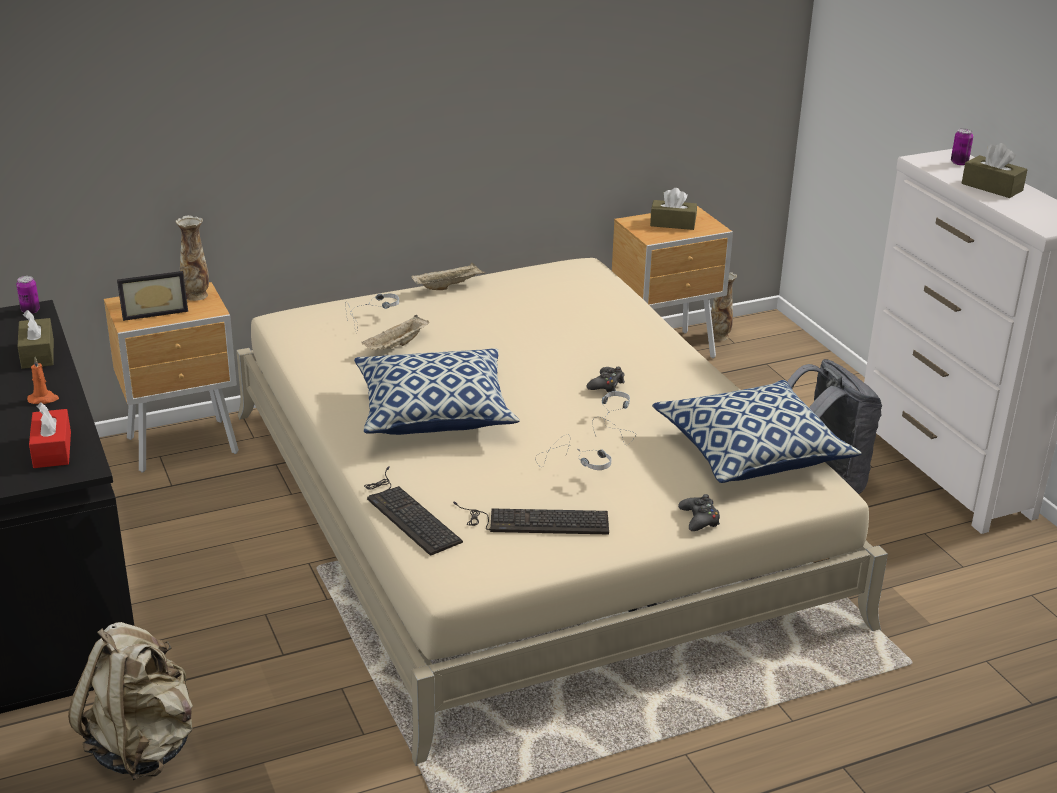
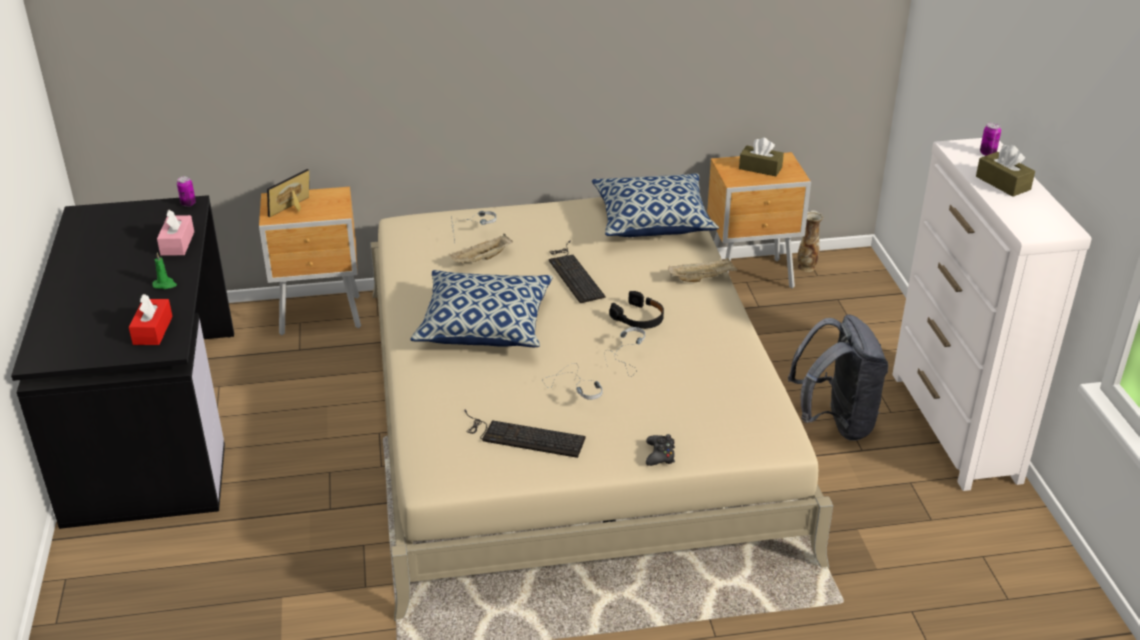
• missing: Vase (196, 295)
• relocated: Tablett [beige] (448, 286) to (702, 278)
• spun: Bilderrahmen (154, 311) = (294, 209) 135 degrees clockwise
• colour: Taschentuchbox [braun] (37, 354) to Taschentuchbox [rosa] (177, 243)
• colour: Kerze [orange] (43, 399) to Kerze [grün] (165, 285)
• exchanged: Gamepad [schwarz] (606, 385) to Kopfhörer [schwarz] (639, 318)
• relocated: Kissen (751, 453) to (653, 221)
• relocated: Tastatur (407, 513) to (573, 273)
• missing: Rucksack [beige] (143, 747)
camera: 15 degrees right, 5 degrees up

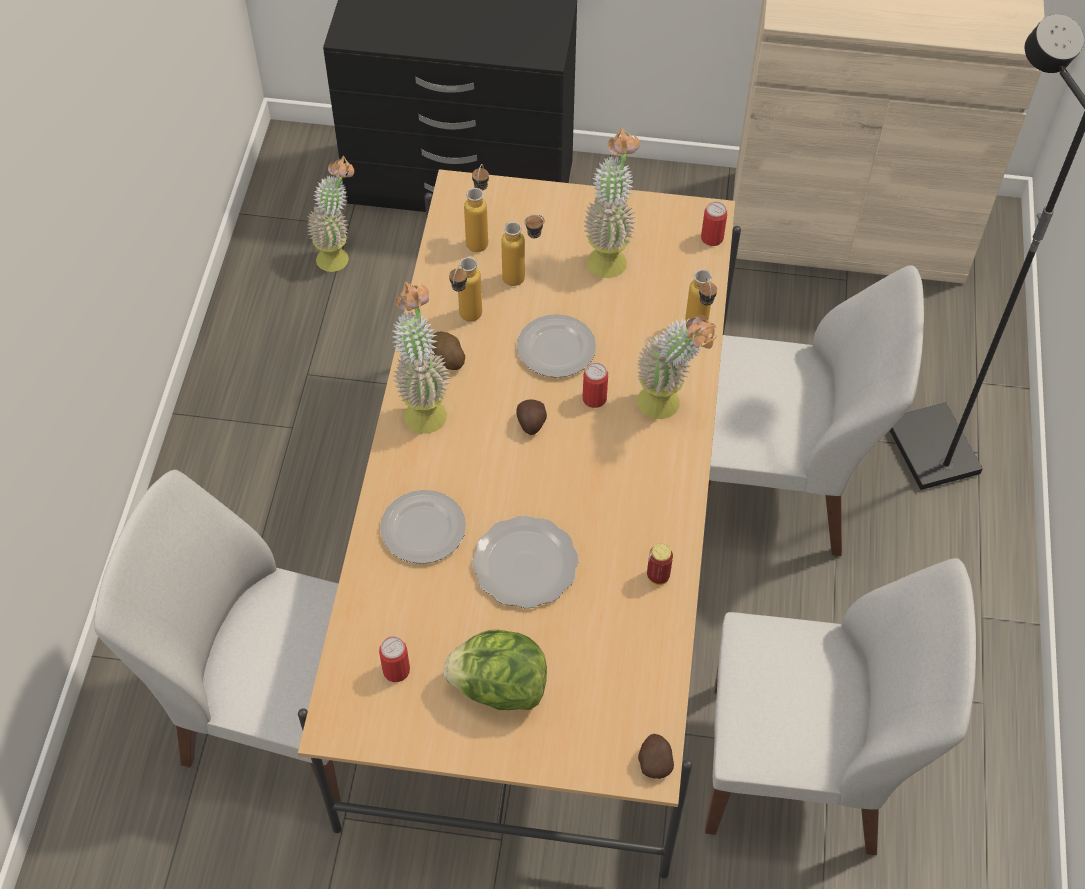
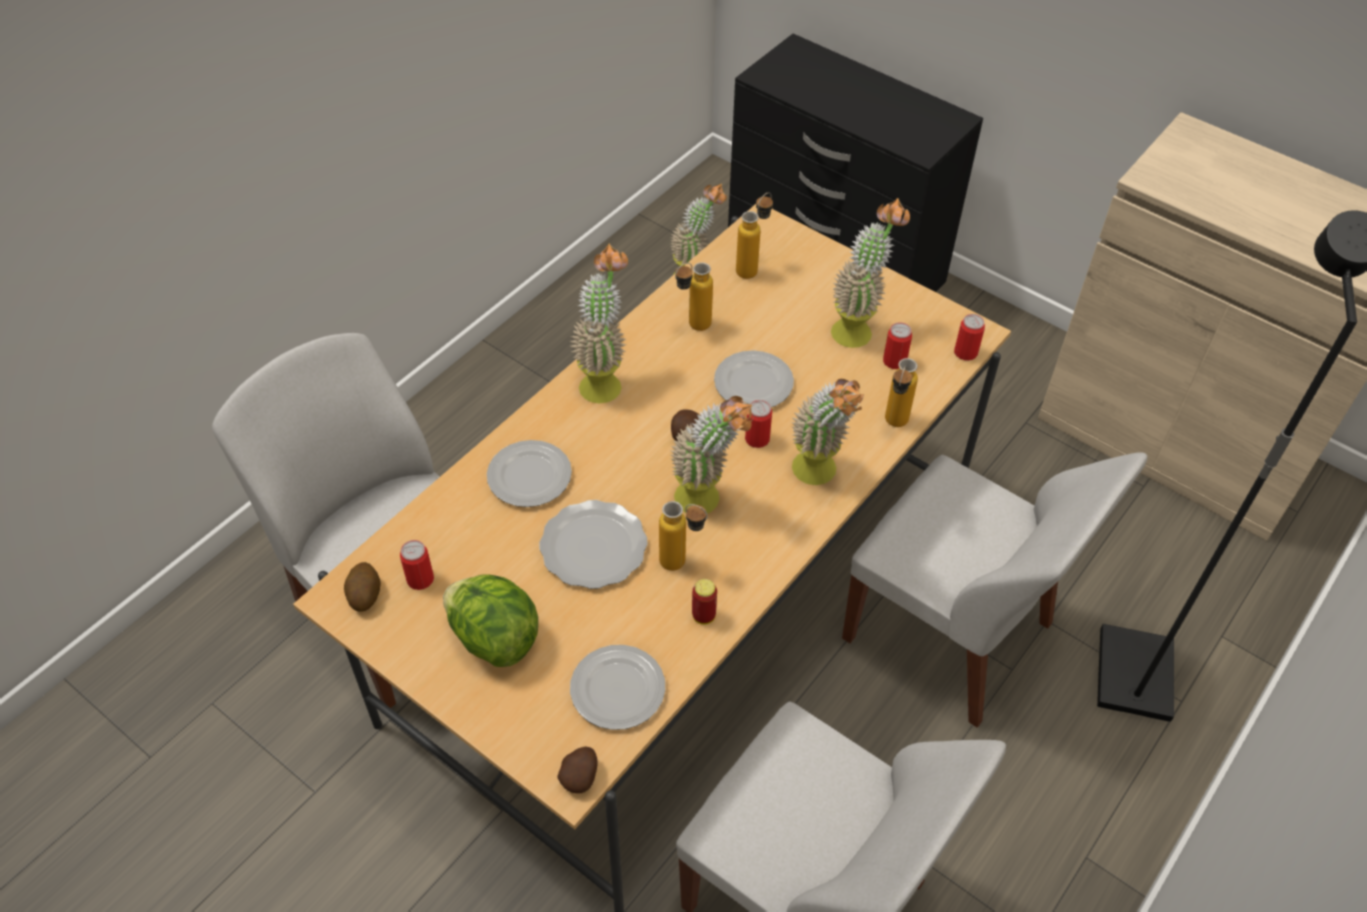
• relocated: Flasche (523, 277) to (682, 564)
• relocated: Kartoffel (447, 358) to (364, 594)
• appeared: Dose (894, 361)
• appeared: Topfpflanze (708, 502)
• appeared: Teller (616, 690)
camera: 30 degrees right, 5 degrees down

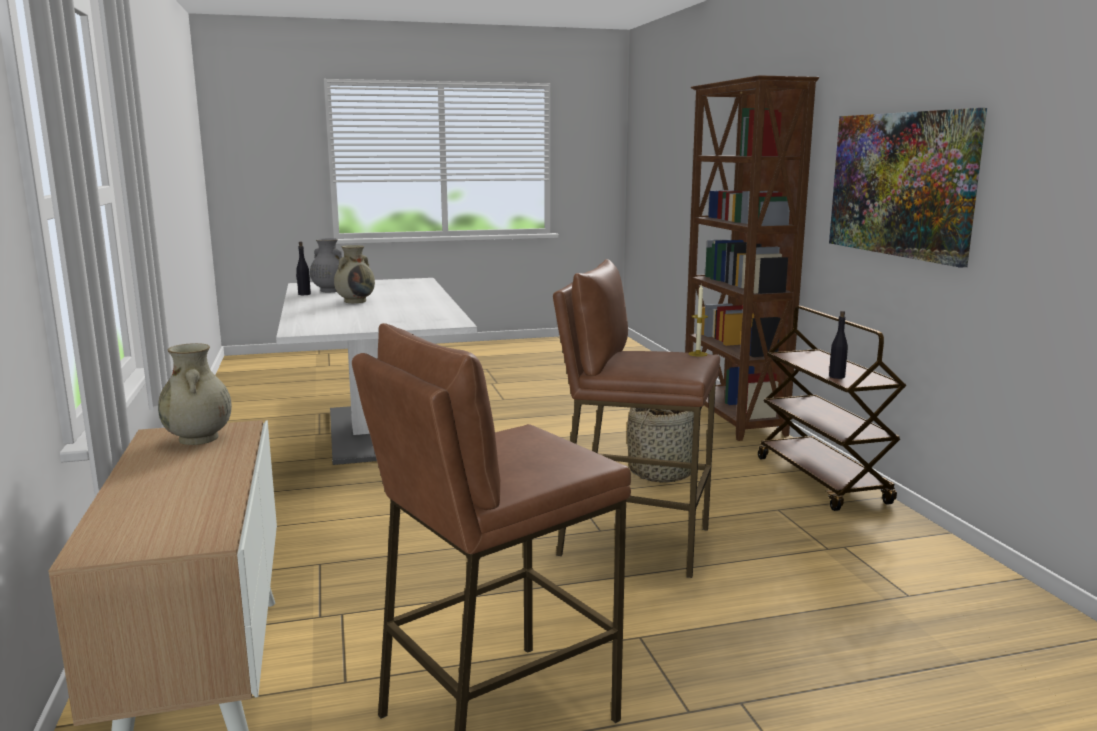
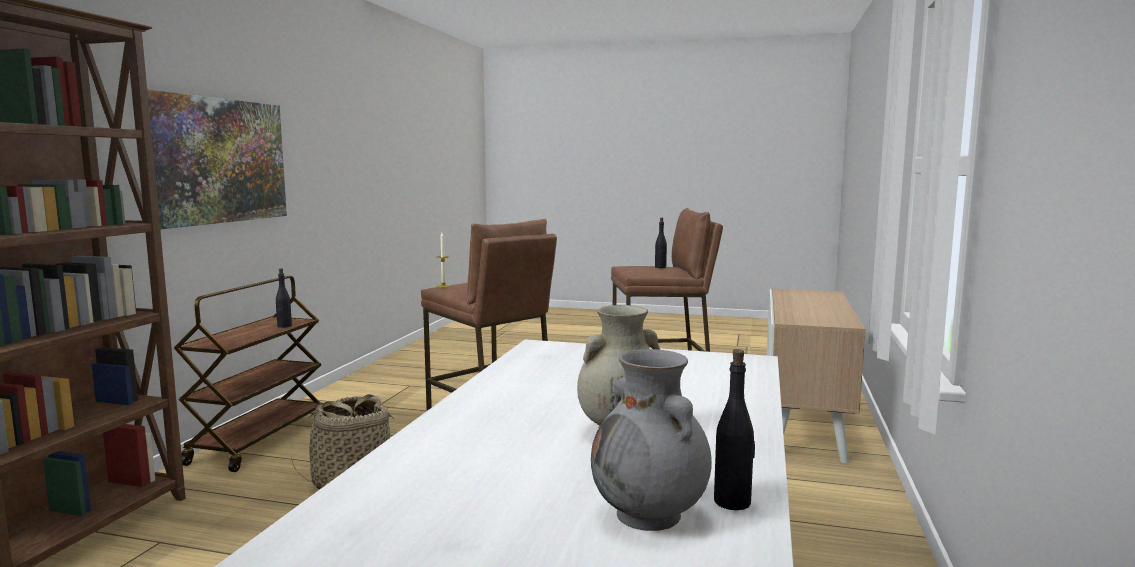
• missing: Vase [beige] (199, 439)
• appeared: Flasche [schwarz] (660, 267)
camera: 150 degrees left, 5 degrees down

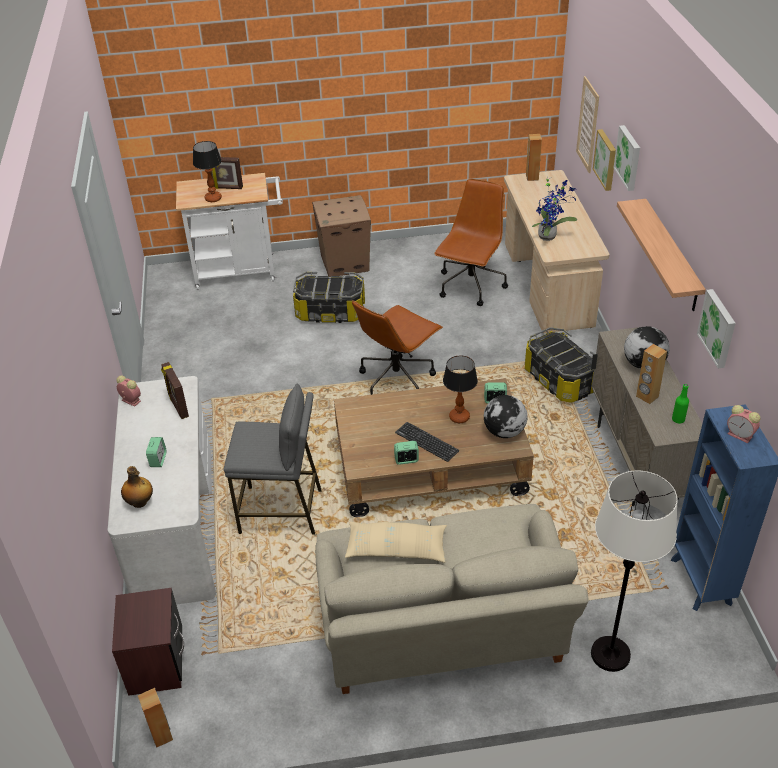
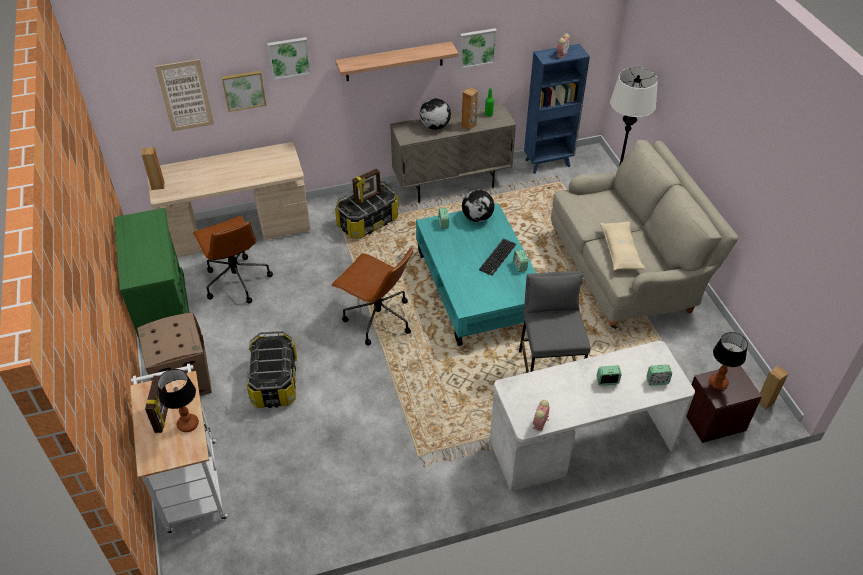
• missing: Topfpflanze (549, 236)
• spun: Bürostuhl [braun] (470, 286) = (236, 280) 135 degrees counterclockwise
• relocated: Tischlampe (459, 417) to (718, 383)
• relocated: Bilderrahmen (178, 406) to (367, 198)
• colour: Couchtisch [braun] (430, 467) to Couchtisch [türkis] (478, 288)
• exchanged: Flasche (140, 502) to Wecker (657, 381)
• appeared: Kommode [grün] (165, 312)
camera: 100 degrees left, 5 degrees up

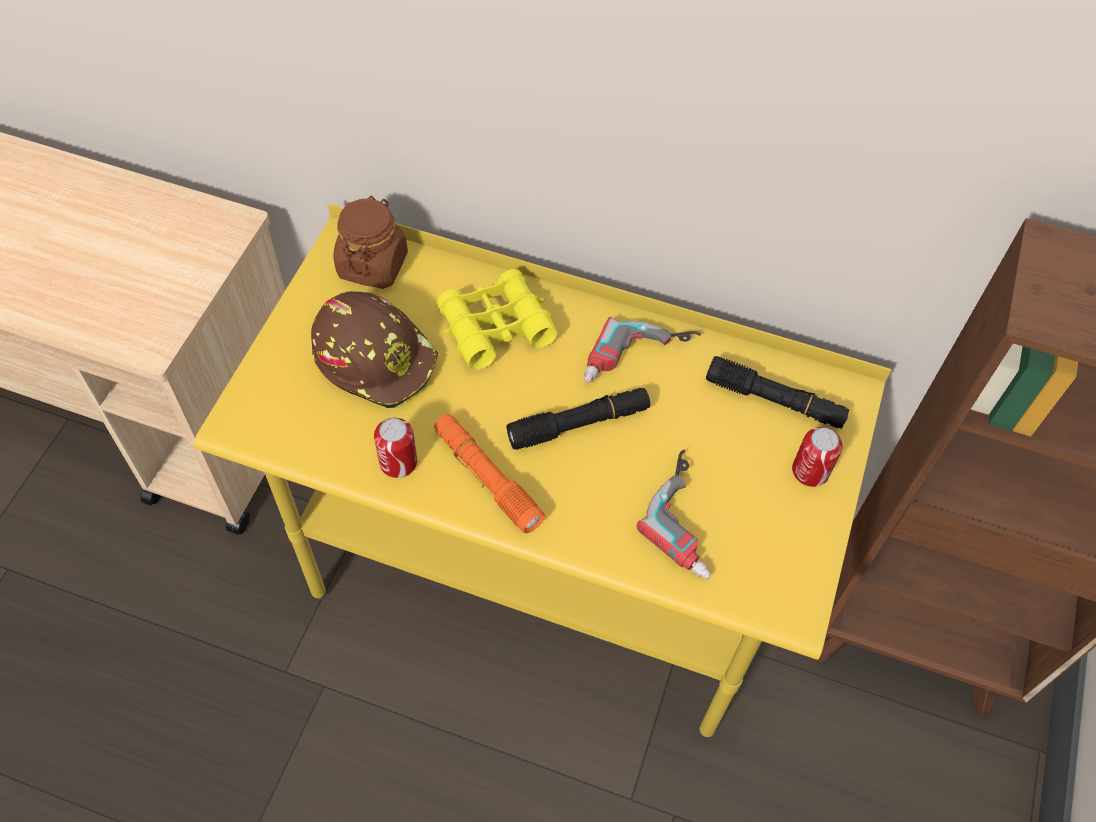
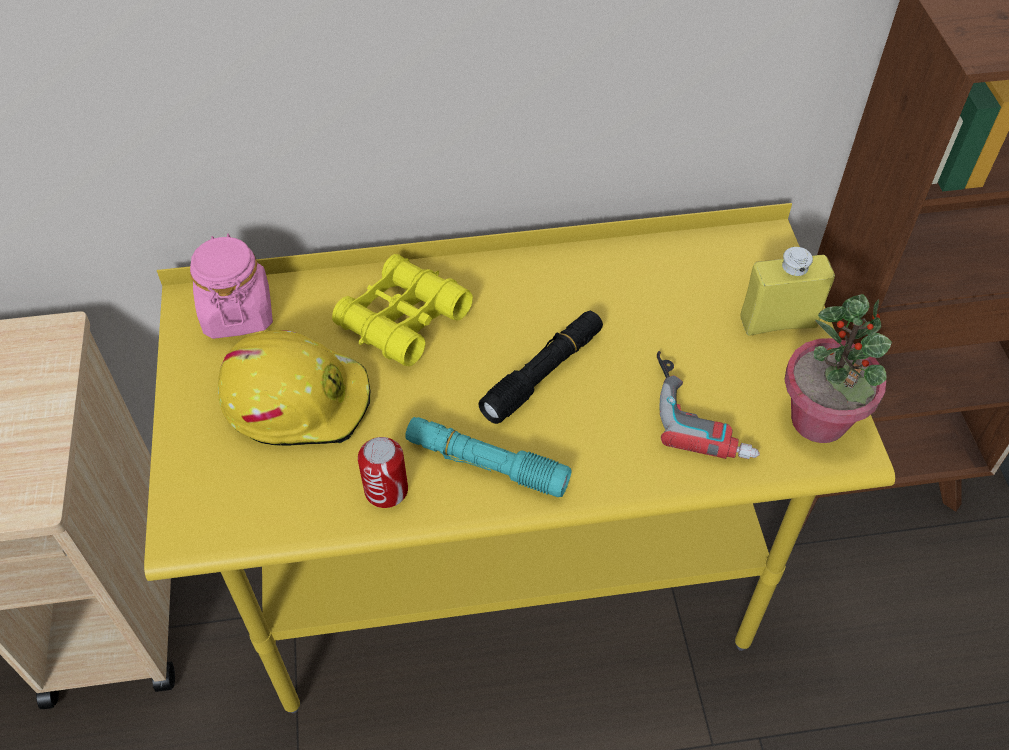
• colour: Vorratsglas [braun] (372, 264) to Vorratsglas [rosa] (237, 312)
• colour: Schutzhelm [braun] (376, 357) to Schutzhelm [gelb] (297, 399)
• missing: Bohrmaschine (639, 361)
• missing: Taschenlampe [schwarz] (774, 401)
• colour: Taschenlampe [orange] (487, 478) to Taschenlampe [türkis] (486, 464)
• exchanged: Dose (810, 471) to Flasche [gelb] (778, 321)
• appeared: Topfpflanze (819, 420)
camera: 25 degrees left, 5 degrees down

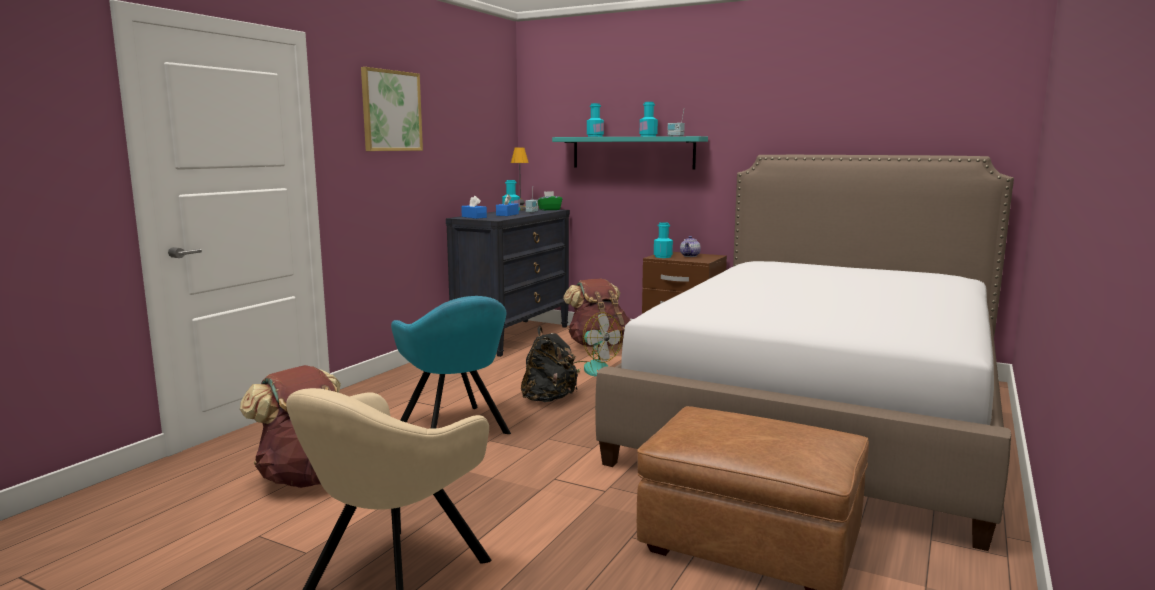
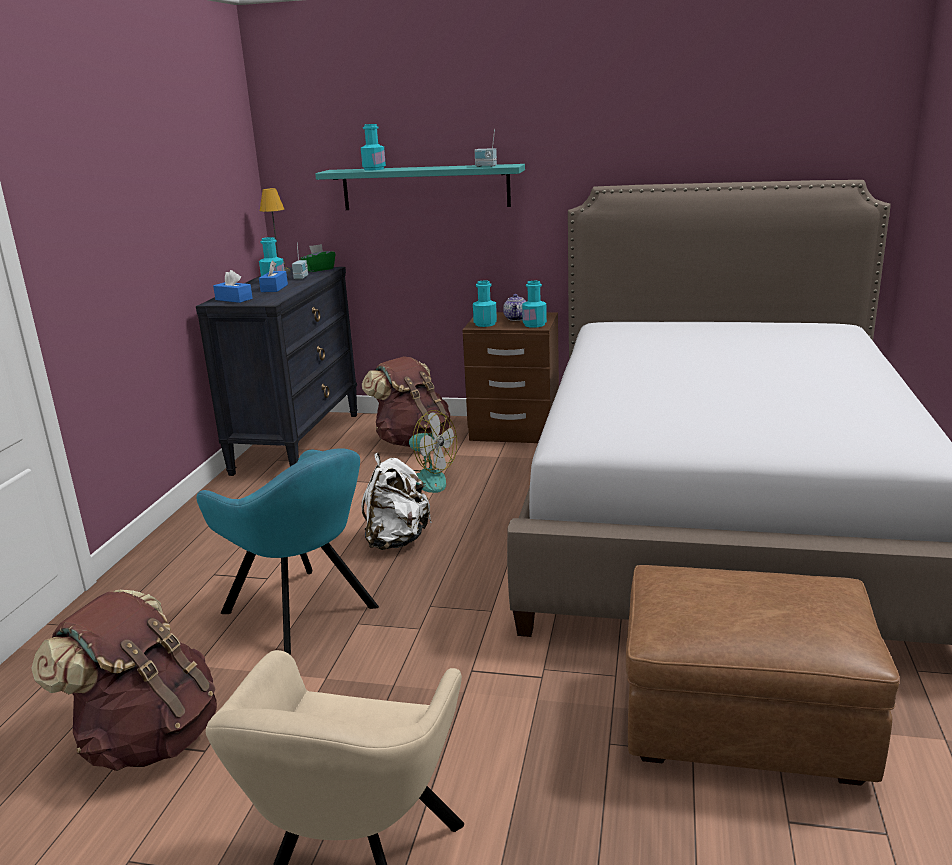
• missing: Bild (391, 111)
• relocated: Flasche [türkis] (648, 136) to (534, 324)
• colour: Rucksack [schwarz] (548, 399) to Rucksack [weiß] (396, 540)
camera: 15 degrees left, 10 degrees up

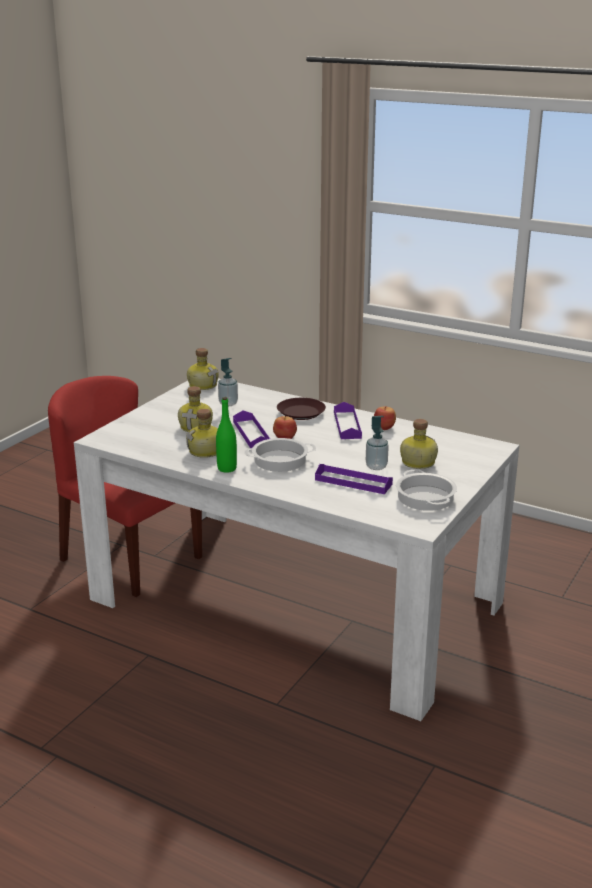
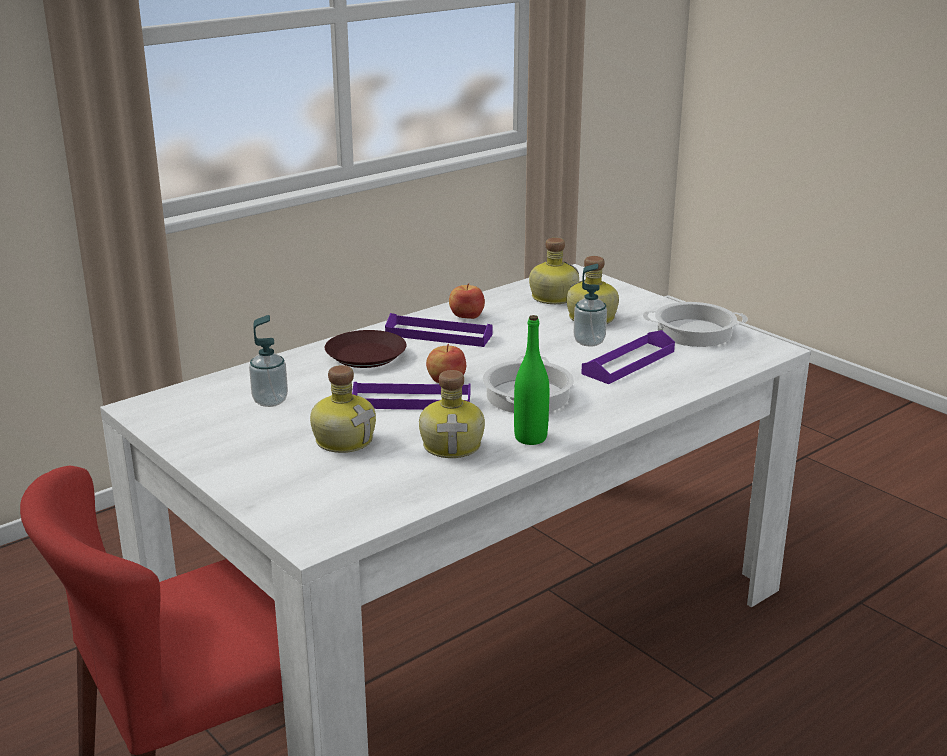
• relocated: Flasche (203, 385) to (551, 297)
camera: 70 degrees left, 0 degrees up

